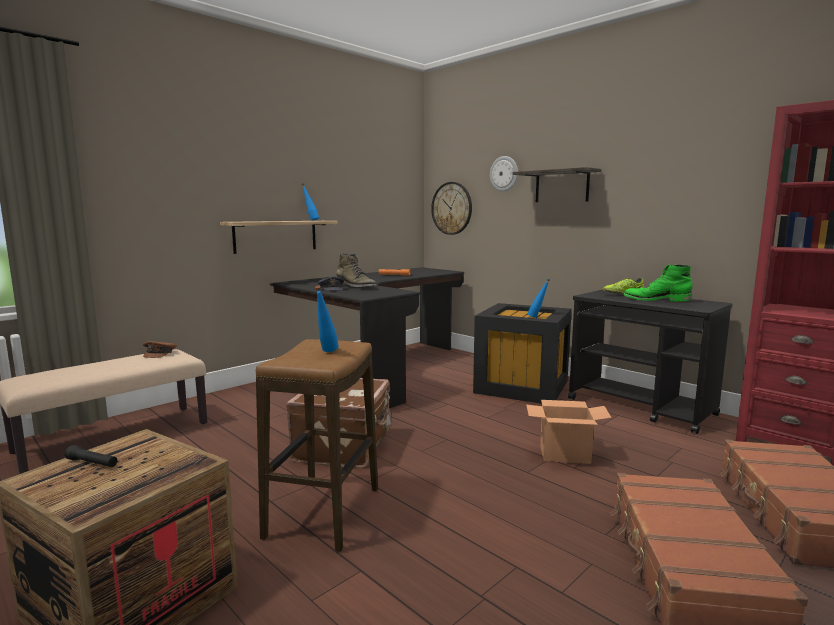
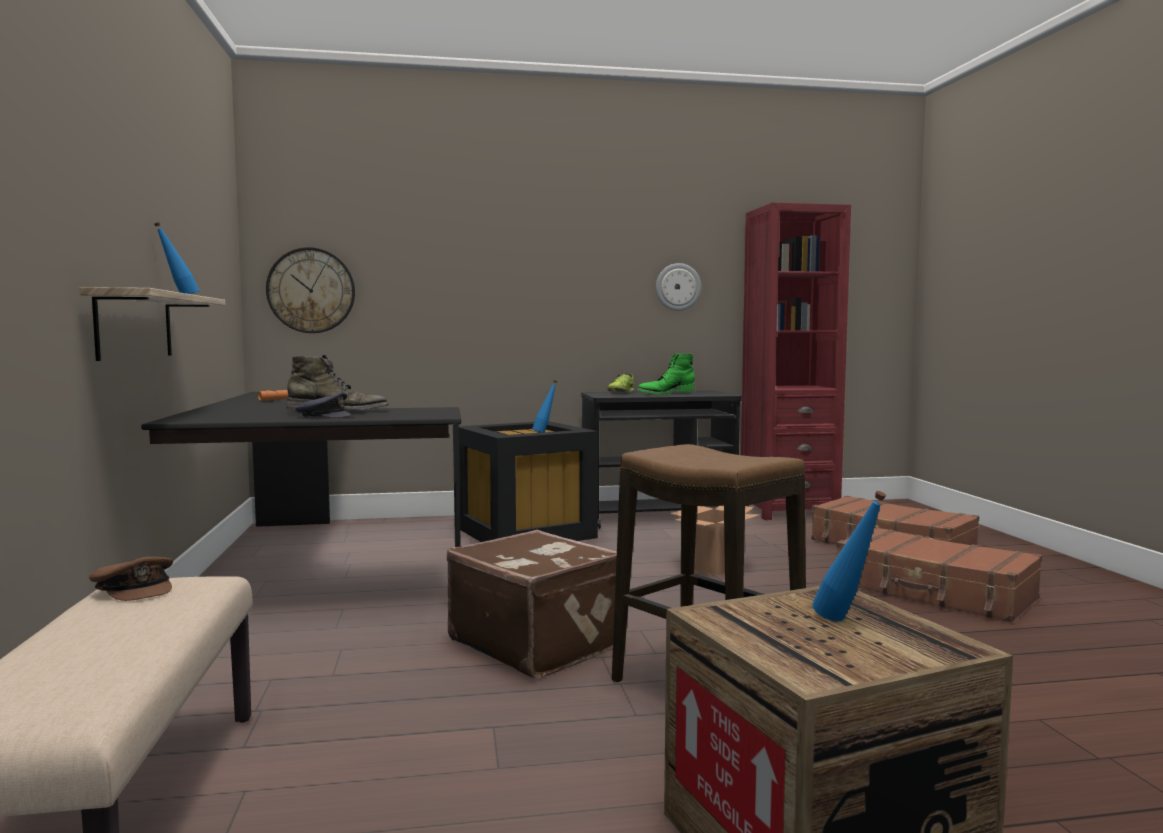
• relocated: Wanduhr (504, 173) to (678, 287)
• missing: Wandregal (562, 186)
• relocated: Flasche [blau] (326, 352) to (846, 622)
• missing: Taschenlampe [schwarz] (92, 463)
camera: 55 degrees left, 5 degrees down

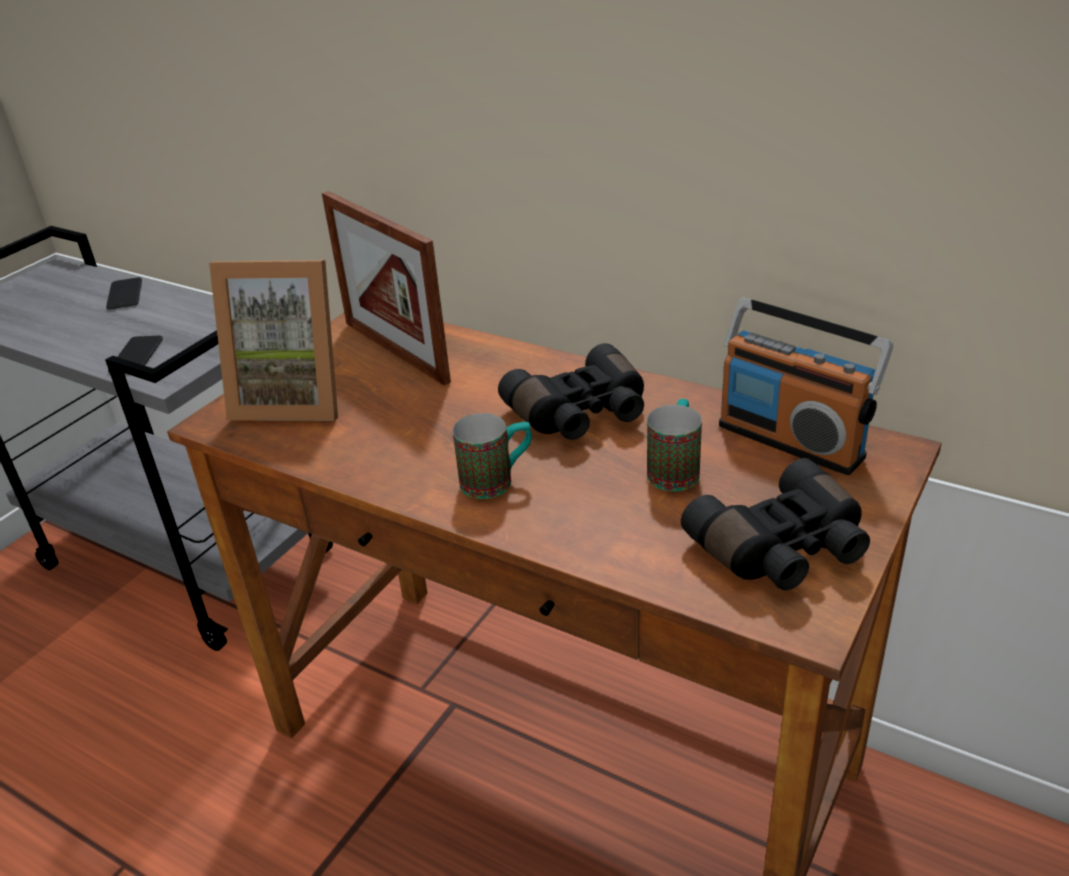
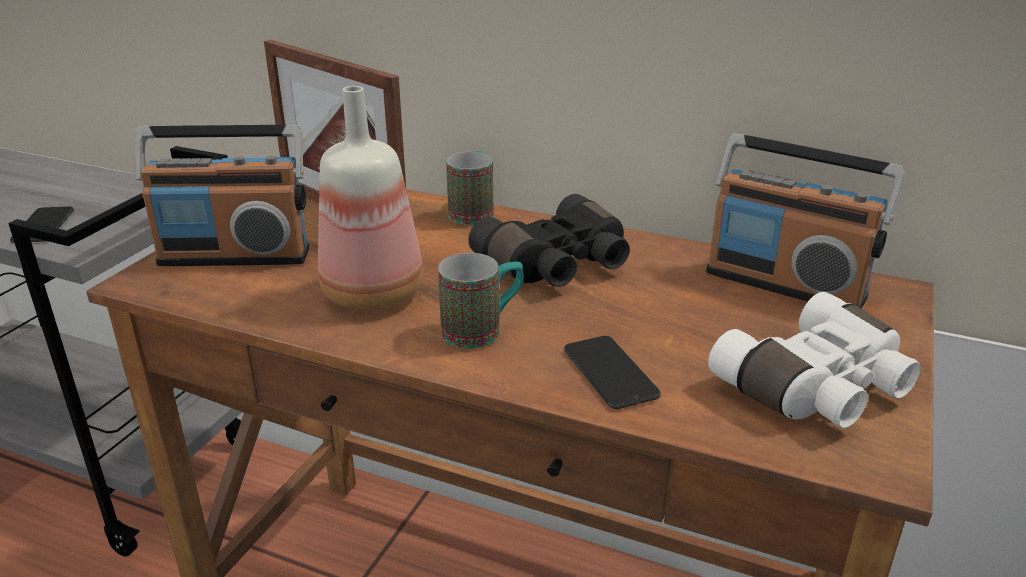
• exchanged: Bilderrahmen (294, 398) to Radio (235, 256)
• relocated: Handy (125, 294) to (610, 373)
• relocated: Henkelbecher (675, 468) to (473, 211)
• colour: Fernglas [schwarz] (783, 550) to Fernglas [weiß] (818, 388)
• appeared: Flasche (374, 292)
camera: 10 degrees left, 5 degrees down

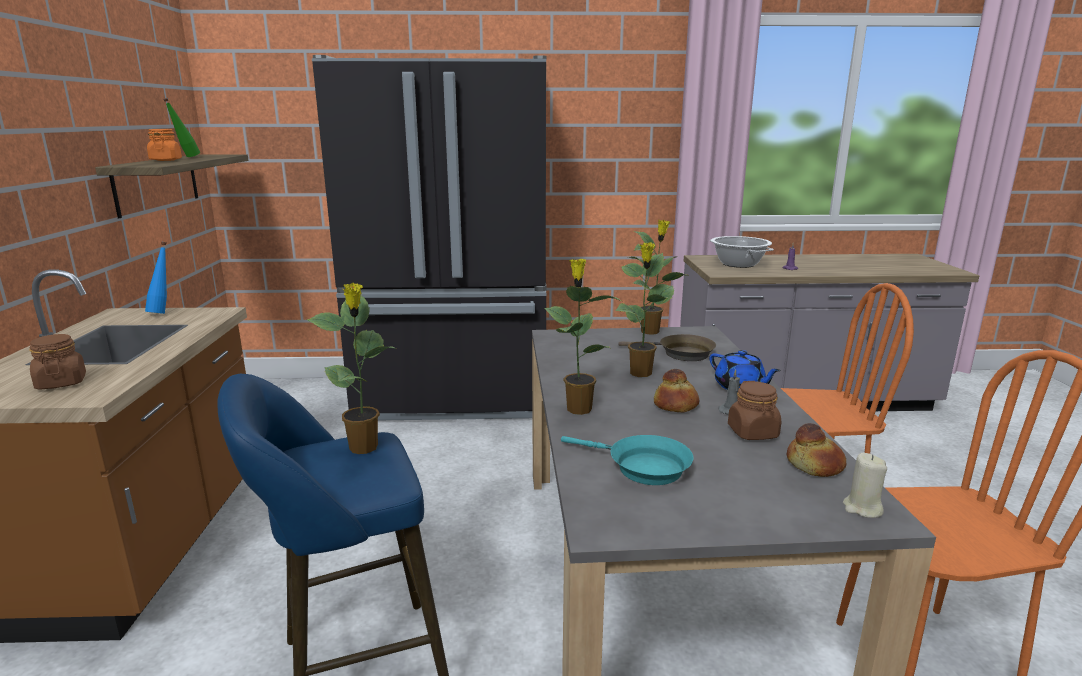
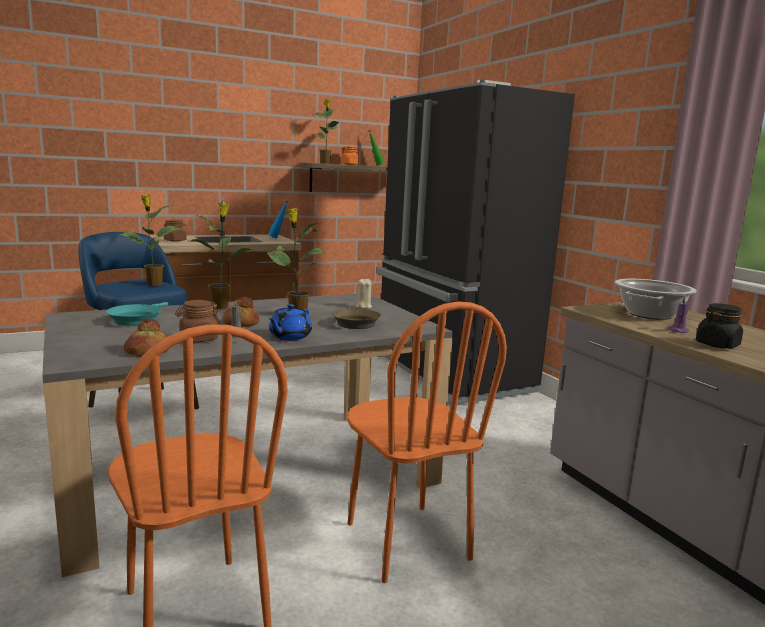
• relocated: Topfpflanze (651, 331) to (325, 163)
• relocated: Kerze [beige] (862, 508) to (363, 307)
• appeared: Vorratsglas [schwarz] (717, 345)
camera: 65 degrees right, 5 degrees down

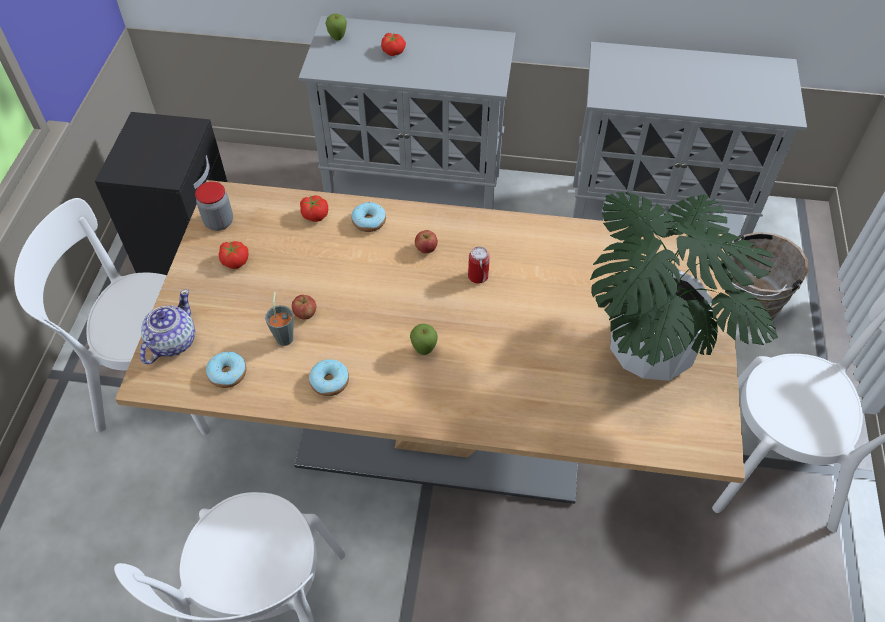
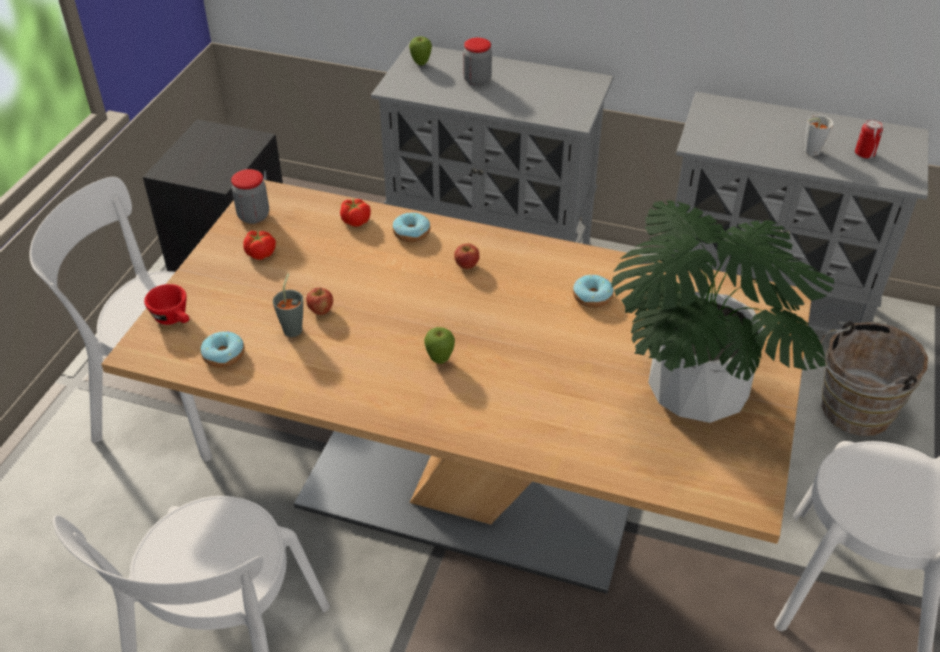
• exchanged: Tomate (393, 51) to Vorratsglas (477, 80)
• relocated: Dose (478, 276) to (864, 154)
• exchanged: Teekanne (172, 342) to Tasse [rot] (174, 319)
• relocated: Donut (329, 382) to (592, 297)
• appeared: Tasse [grau] (809, 152)
camera: 10 degrees right, 10 degrees down

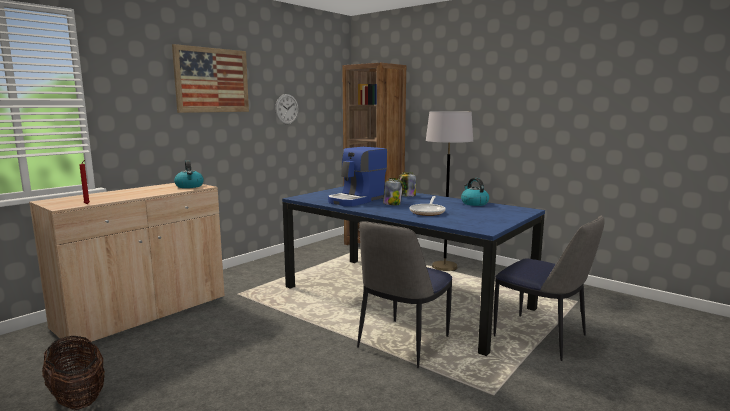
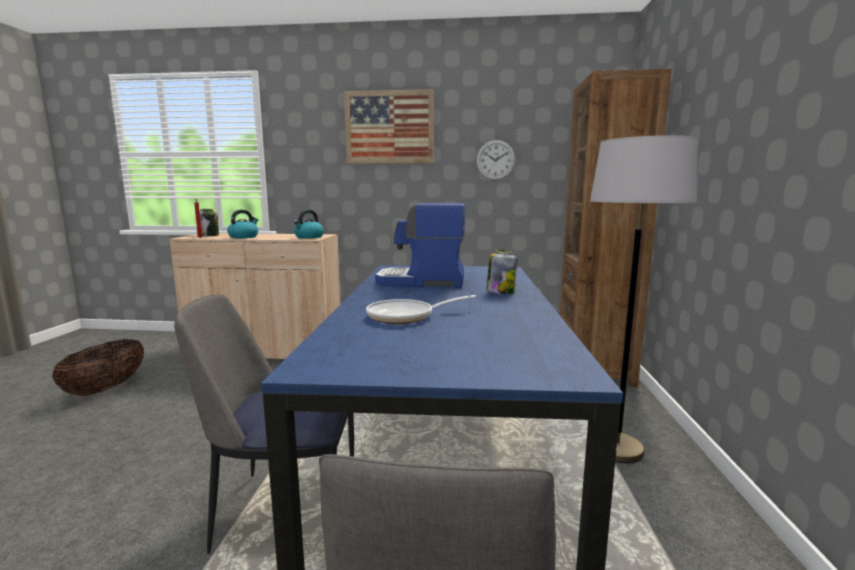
• relocated: Vorratsglas (392, 204) to (208, 235)
• relocated: Wasserkessel (474, 203) to (244, 237)
camera: 55 degrees right, 0 degrees up

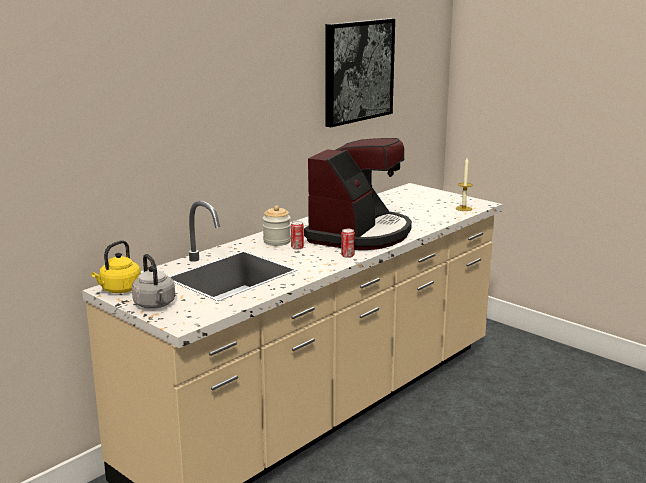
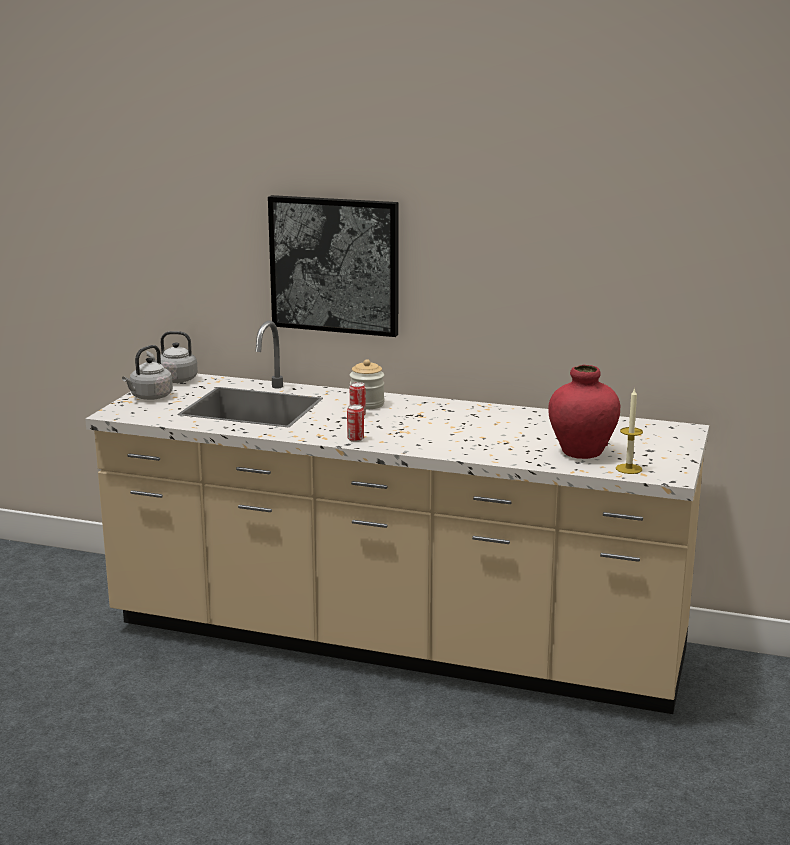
• relocated: Bild (358, 71) to (335, 265)
• missing: Kaffeemaschine (359, 234)
• colour: Wasserkessel [gelb] (119, 290) to Wasserkessel [grau] (175, 380)
• appeared: Vase [rot] (581, 452)
camera: 65 degrees right, 0 degrees up

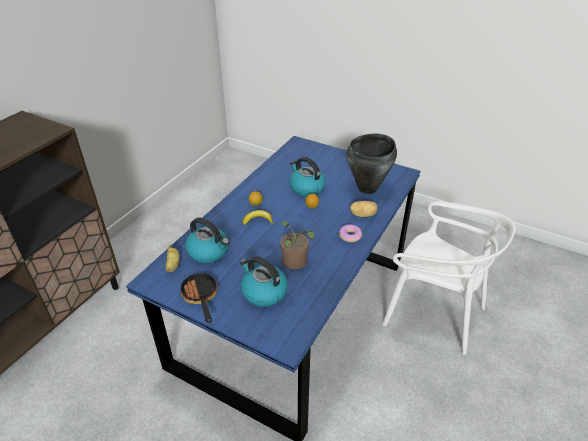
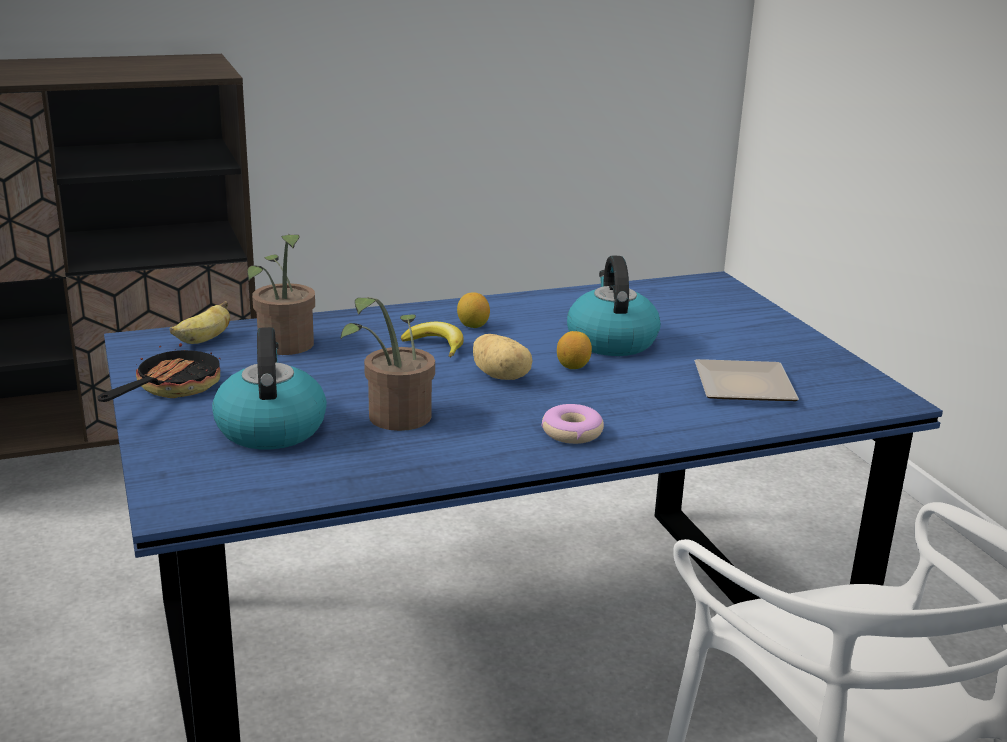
• exchanged: Kochtopf [schwarz] (368, 188) to Teller (747, 388)
• relocated: Kartoffel (363, 215) to (501, 376)
• exchanged: Wasserkessel (209, 251) to Topfpflanze (285, 347)
camera: 40 degrees right, 15 degrees down

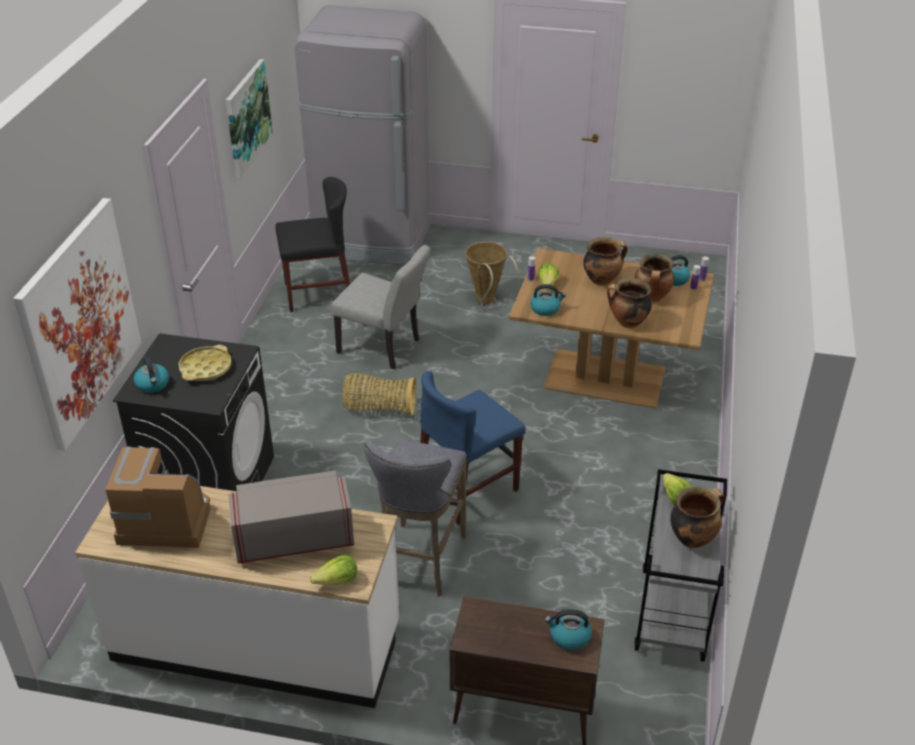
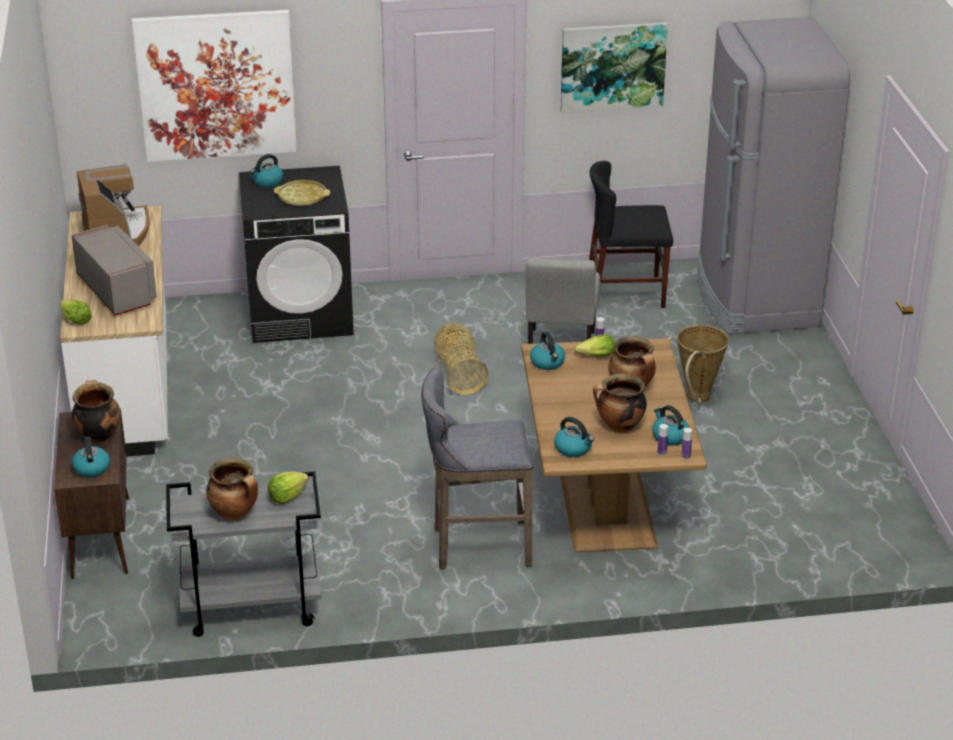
• spun: Stuhl [schwarz] (318, 293) = (625, 292) 120 degrees clockwise
• relocated: Kochtopf (627, 322) to (98, 435)
• missing: Stuhl [blau] (468, 489)
• relocated: Hocker [grau] (421, 563) to (476, 547)
• appeared: Wasserkessel (573, 448)
camera: 70 degrees right, 5 degrees down

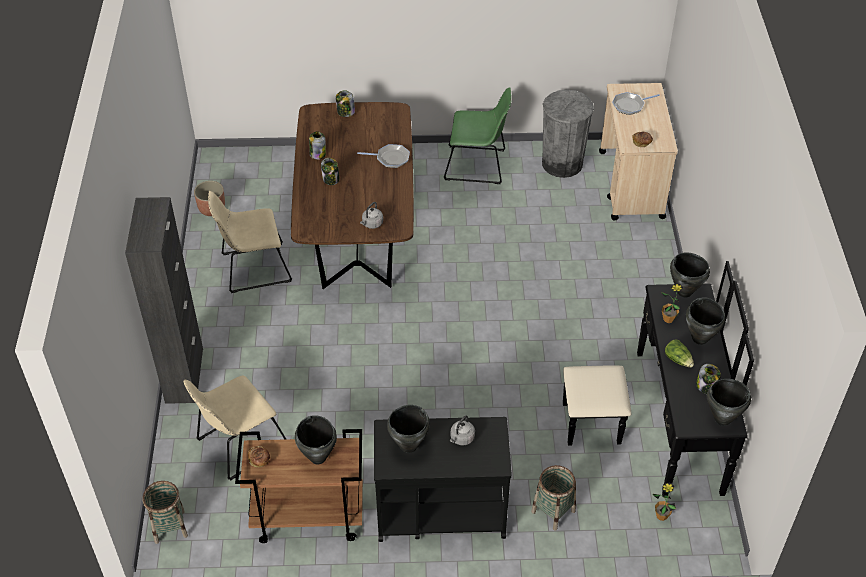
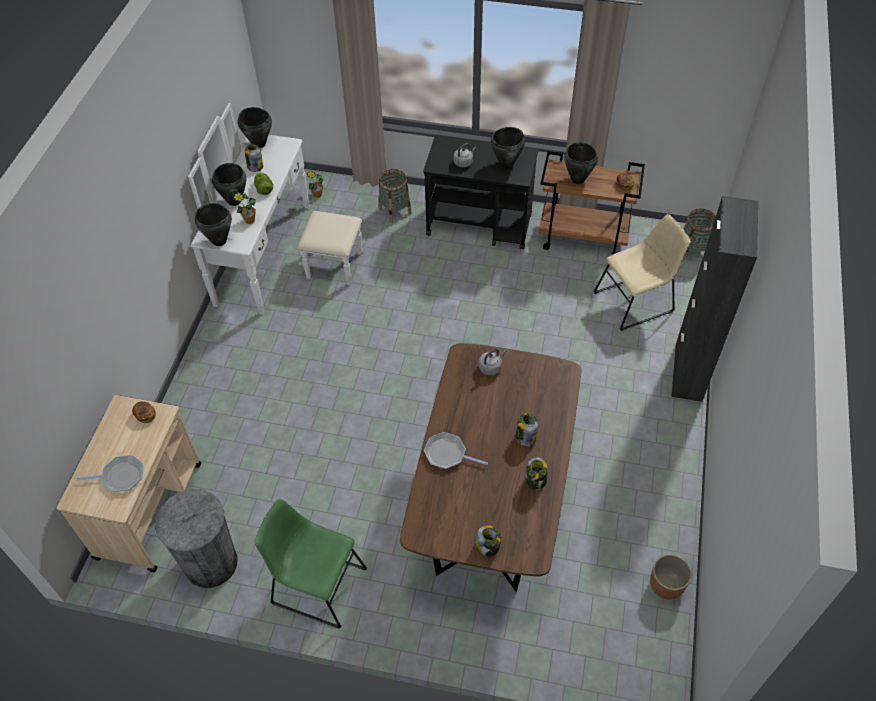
• missing: Stuhl [beige] (253, 268)
• colour: Kommode [schwarz] (658, 422) to Kommode [weiß] (280, 256)
camera: 165 degrees left, 5 degrees up

